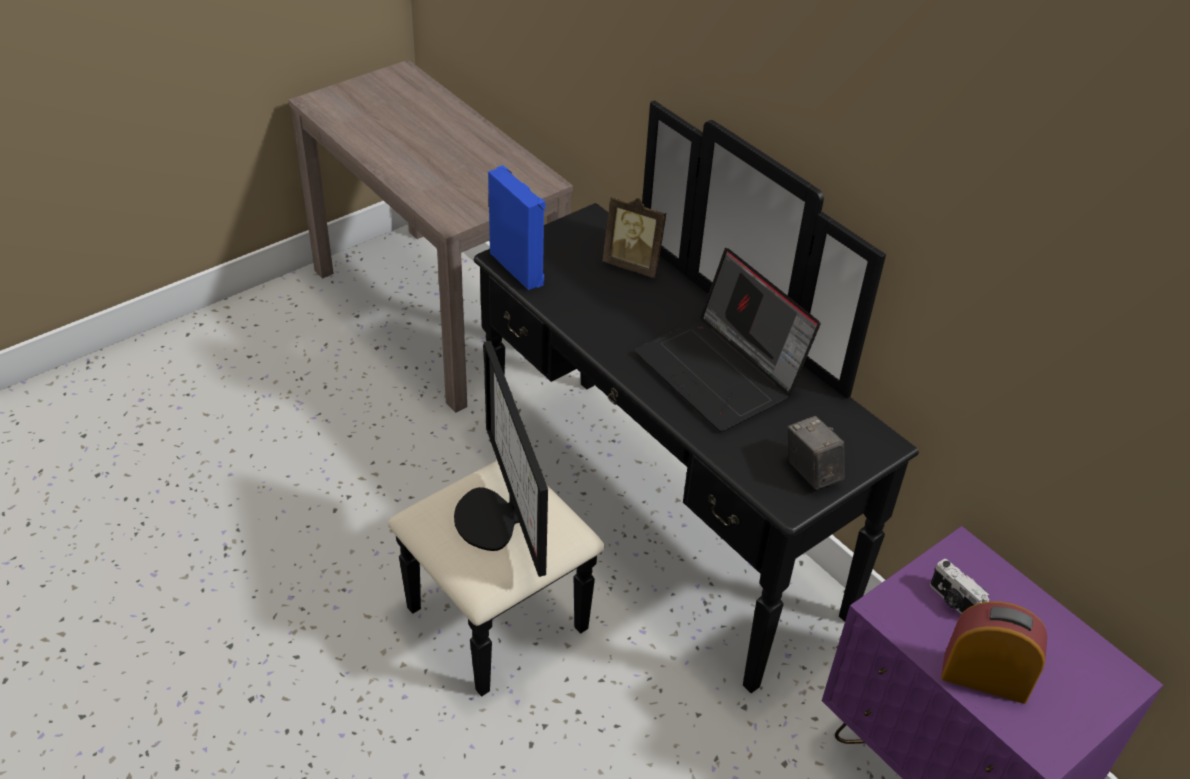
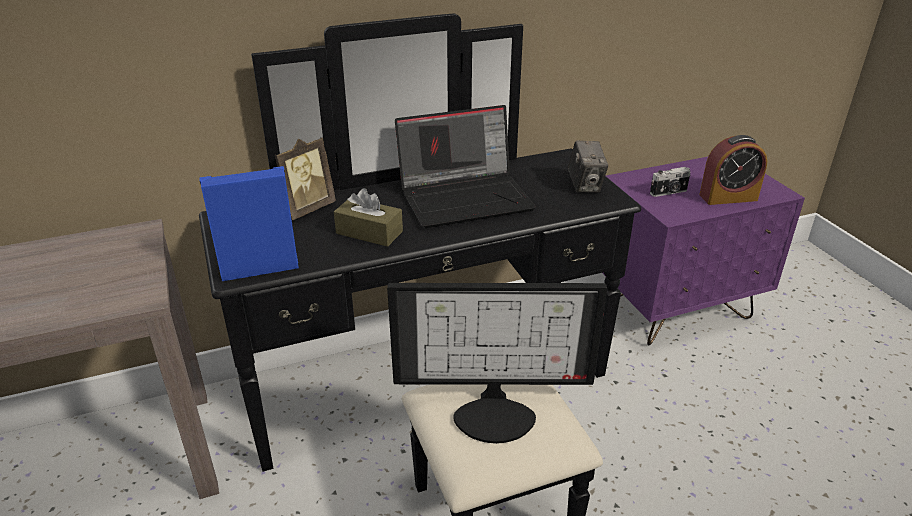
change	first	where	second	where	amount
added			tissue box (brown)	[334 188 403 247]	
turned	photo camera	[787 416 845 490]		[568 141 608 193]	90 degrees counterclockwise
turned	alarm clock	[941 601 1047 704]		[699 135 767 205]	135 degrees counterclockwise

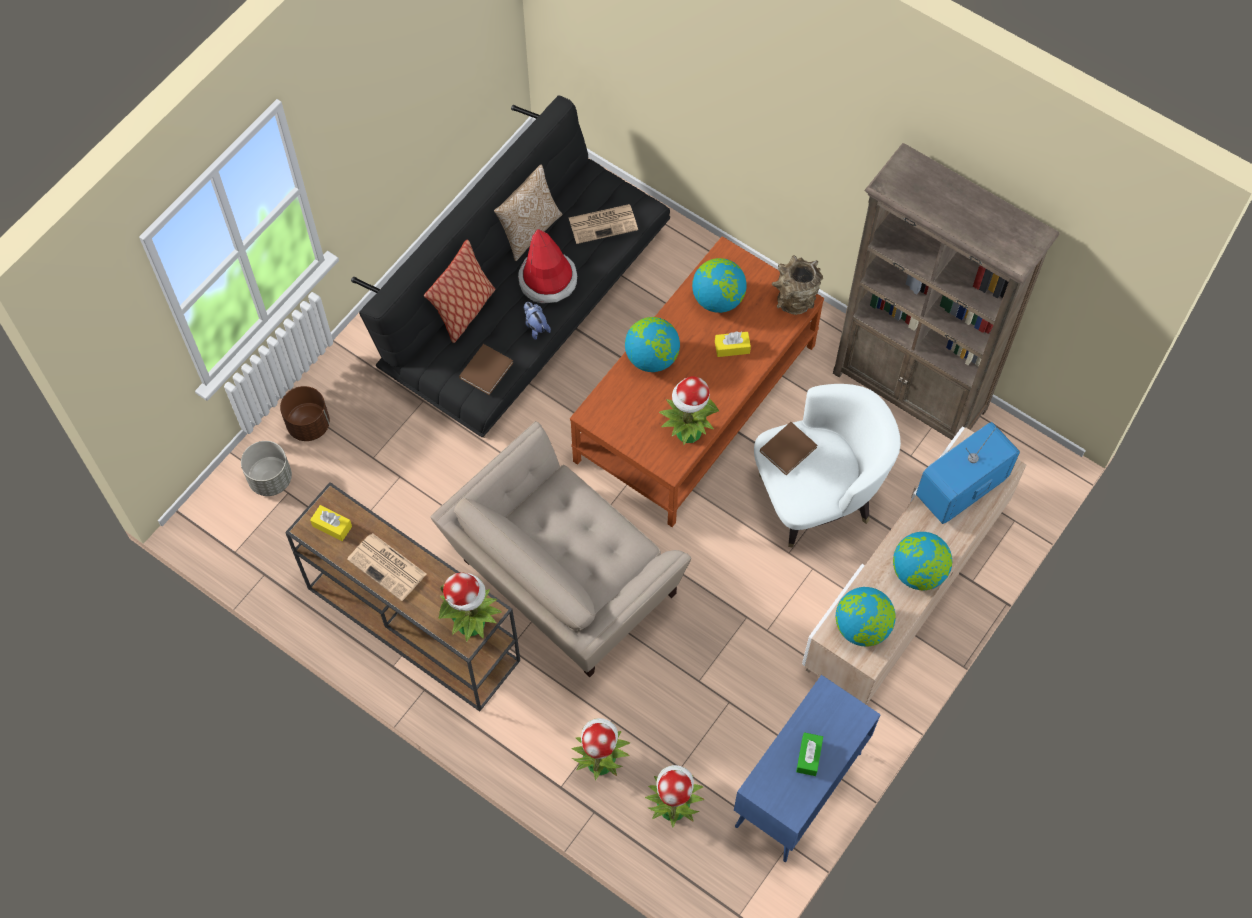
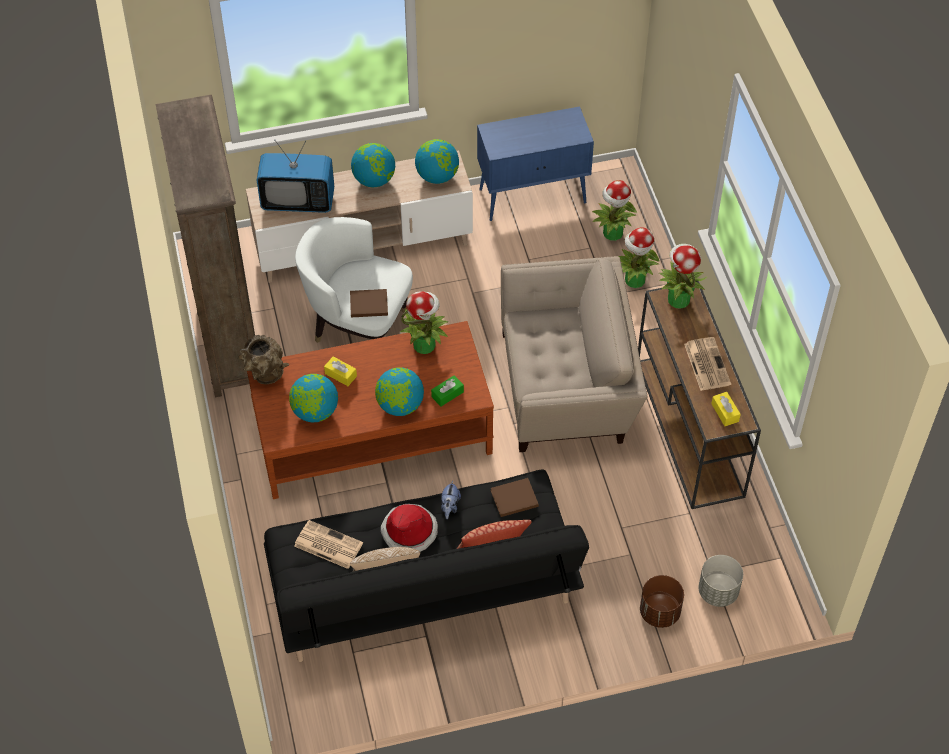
change	first	where	second	where	amount
moved	tissue box (green)	[796 732 823 776]		[431 375 464 407]	

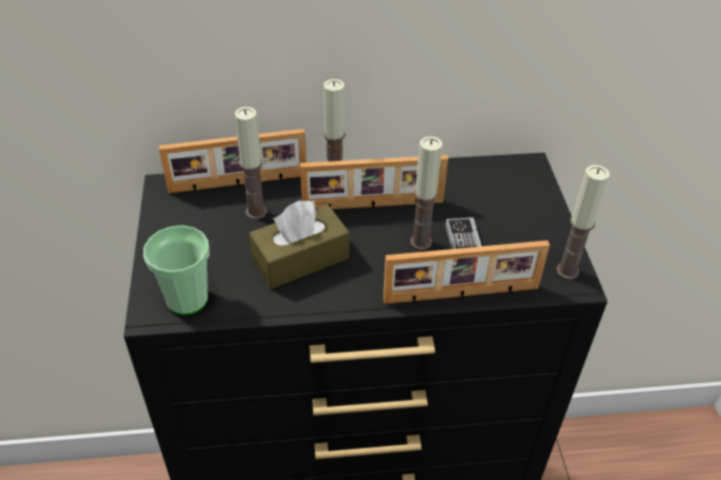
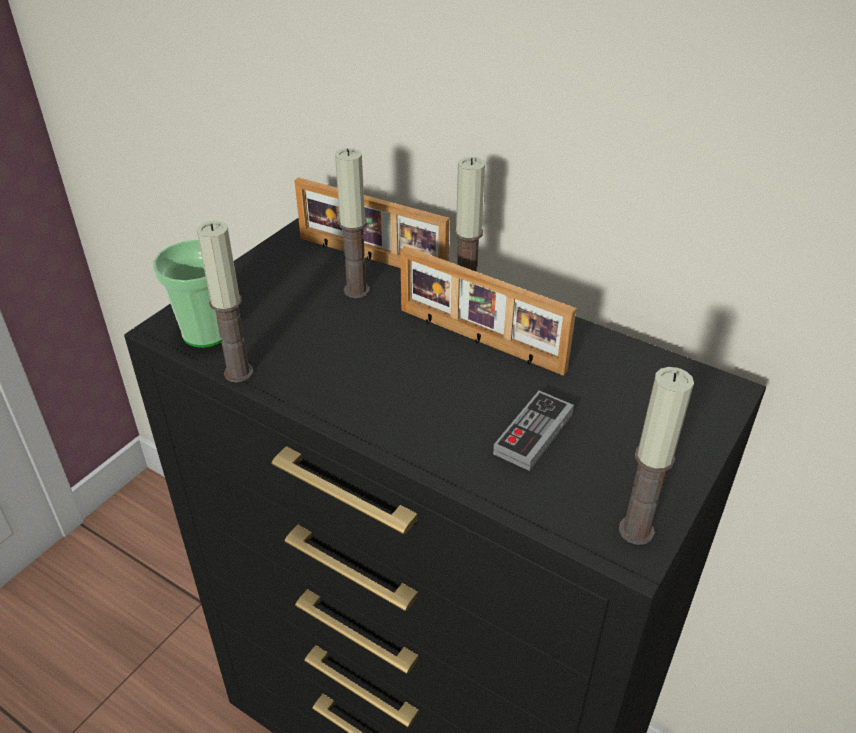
change	first	where	second	where	amount
moved	wax candle	[410 136 442 250]		[197 221 253 383]	
removed	tissue box (brown)	[249 200 349 289]			
removed	standing frame	[383 240 550 304]			

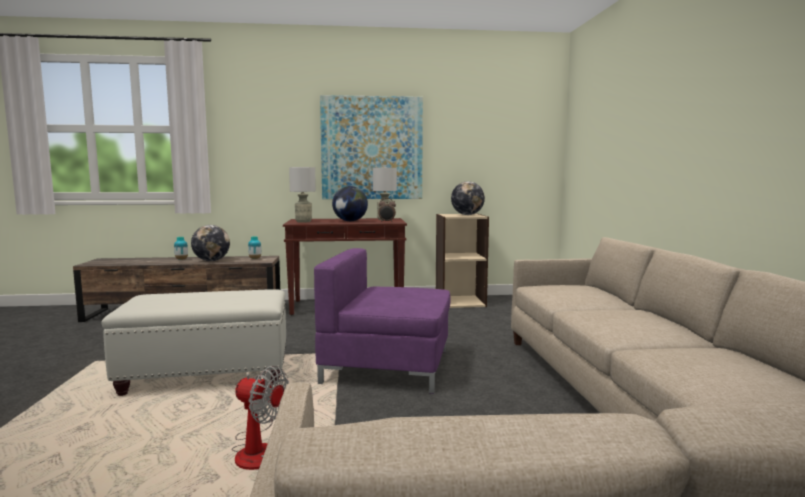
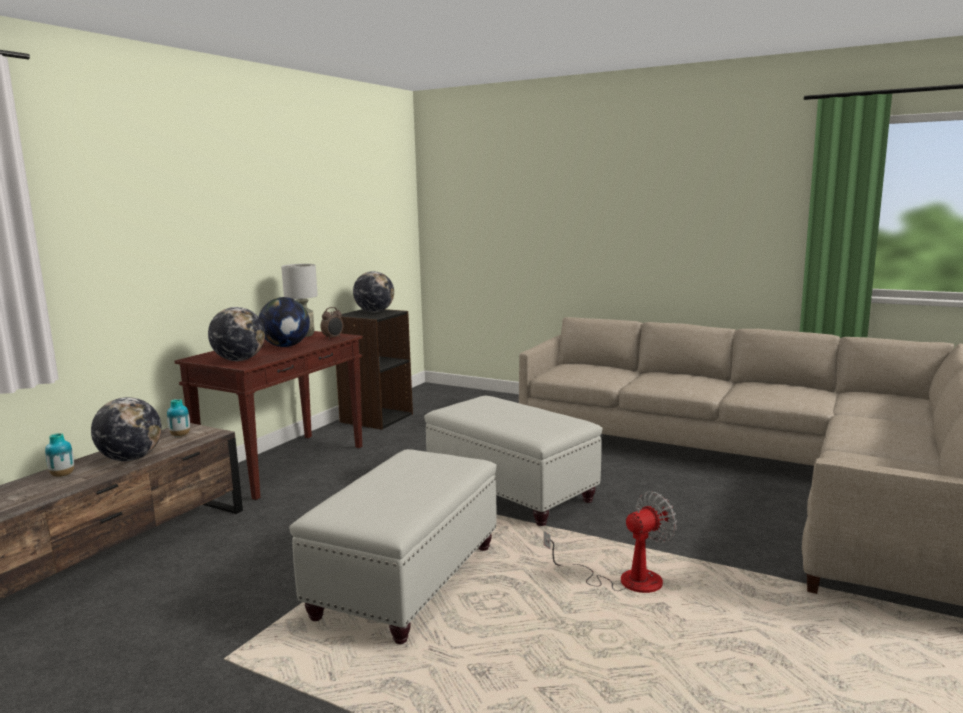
change	first	where	second	where	amount
replaced	tabletop lamp (greyish)	[289 167 316 223]	desk globe	[208 307 265 361]	
recoloured	bookcase (beige-coloured)	[436 214 489 308]	bookcase (blackish)	[336 309 413 430]	
replaced	easy chair (purple)	[314 248 451 394]	pouffe (whitish)	[424 396 602 526]	
removed	picture	[320 95 423 199]			

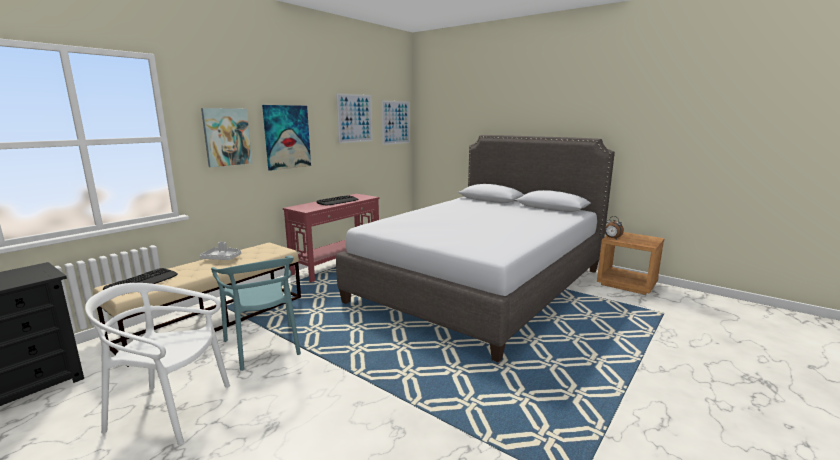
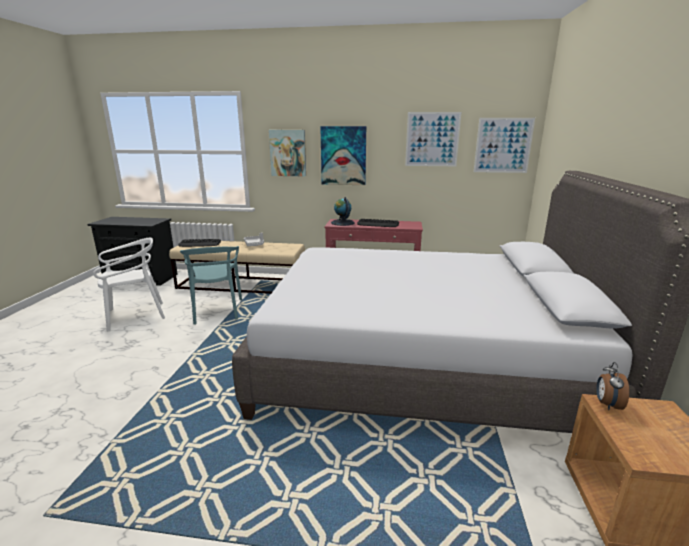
change	first	where	second	where	amount
turned	upright chair (whitish)	[85 283 230 445]		[93 238 165 331]	90 degrees clockwise
turned	upright chair (blue-green)	[211 255 301 371]		[180 246 242 325]	45 degrees counterclockwise
added			desk globe	[331 197 355 226]	

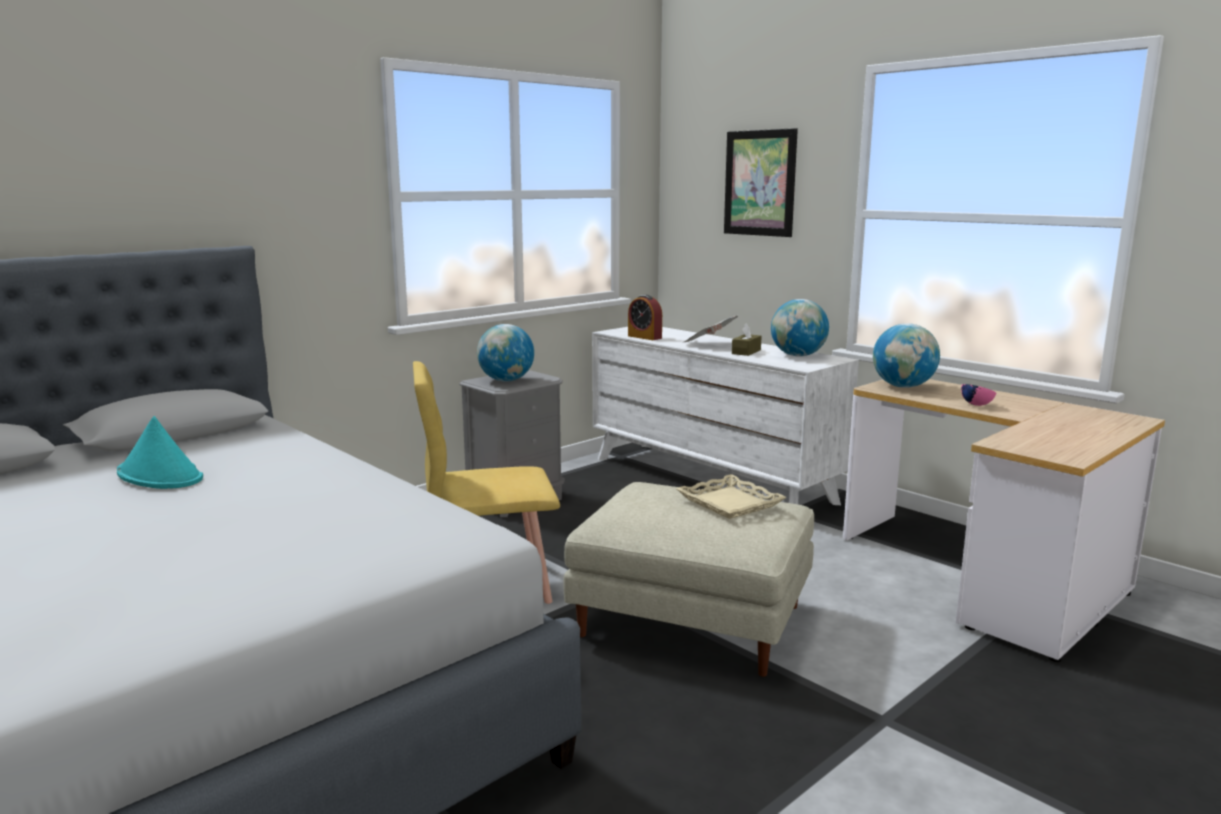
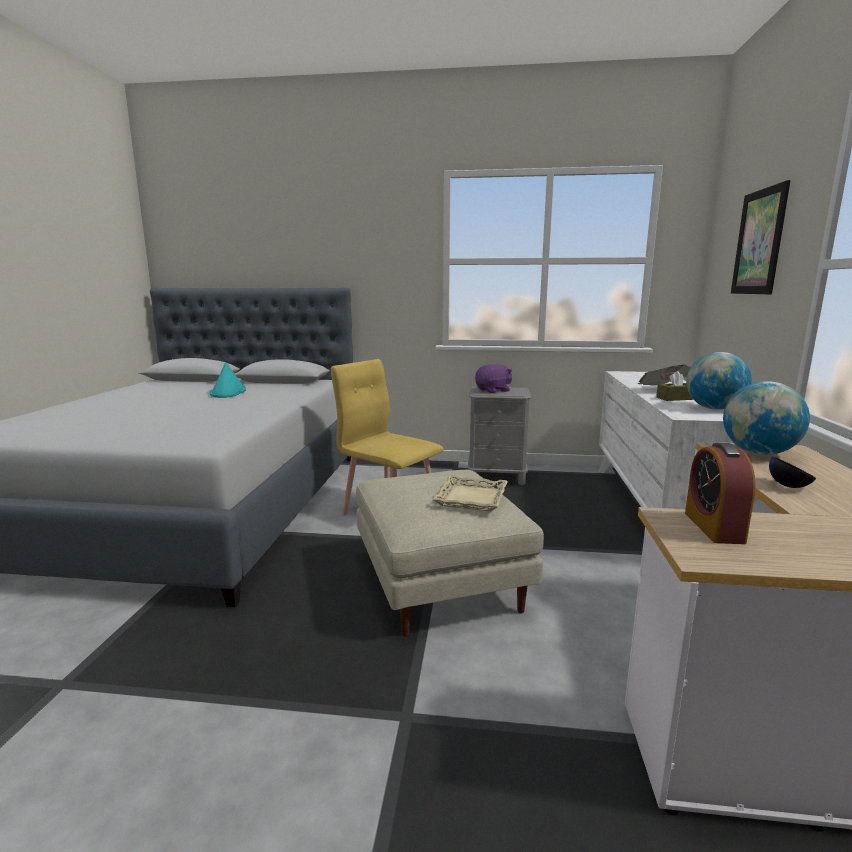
change	first	where	second	where	amount
replaced	desk globe	[477 324 534 382]	cuddly toy (purple)	[475 364 512 393]	
moved	alarm clock	[628 295 662 340]		[685 443 756 544]	
recoloured	bowl (pinkish)	[961 384 996 406]	bowl (blackish)	[769 456 816 488]	

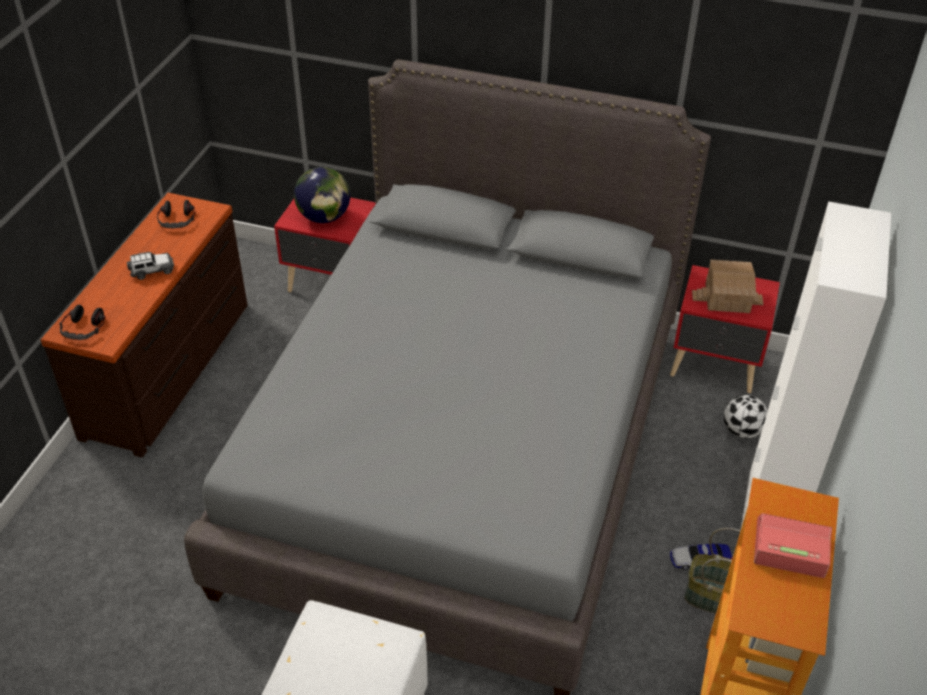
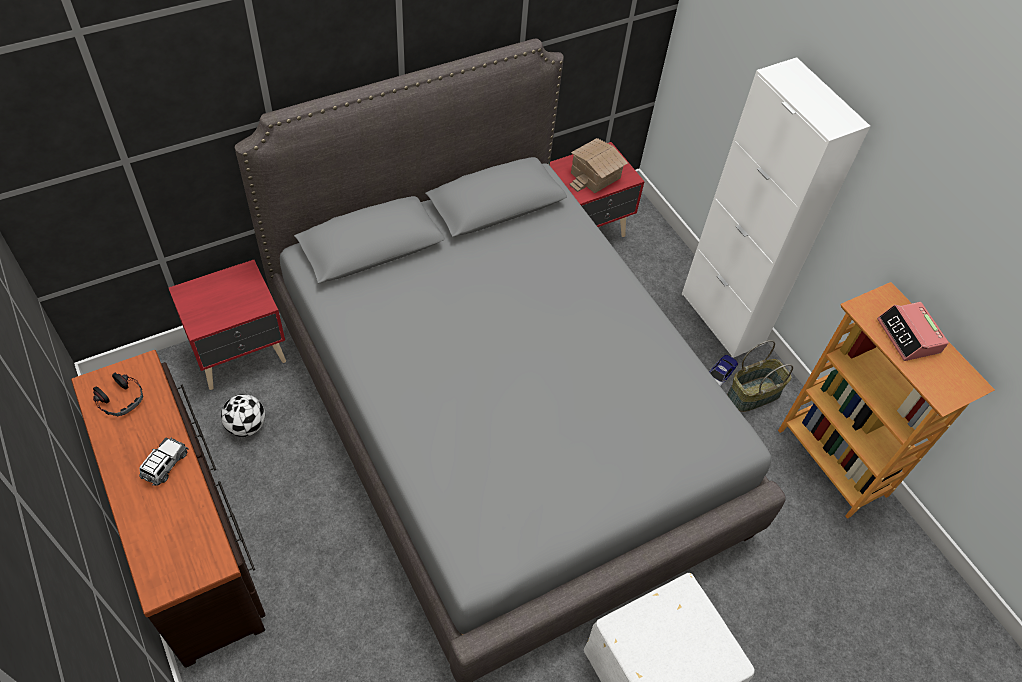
change	first	where	second	where	amount
moved	football ball	[724 395 768 439]		[221 394 265 437]	
turned	alarm clock	[754 513 832 578]		[877 302 949 361]	75 degrees counterclockwise
removed	headphones	[60 305 106 340]			
removed	desk globe	[294 167 350 223]			

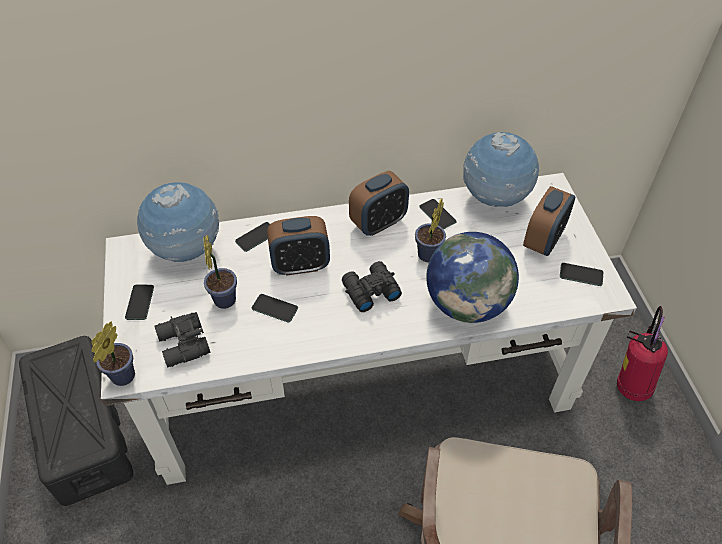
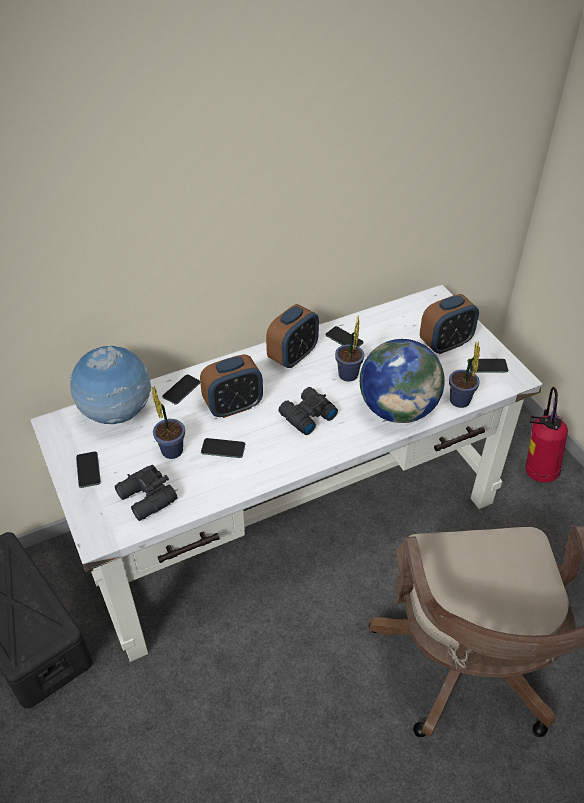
change	first	where	second	where	amount
turned	alarm clock	[523 186 575 256]		[420 294 479 354]	45 degrees clockwise
moved	potted plant	[91 322 135 386]		[449 341 480 408]	
removed	desk globe	[463 132 539 207]			

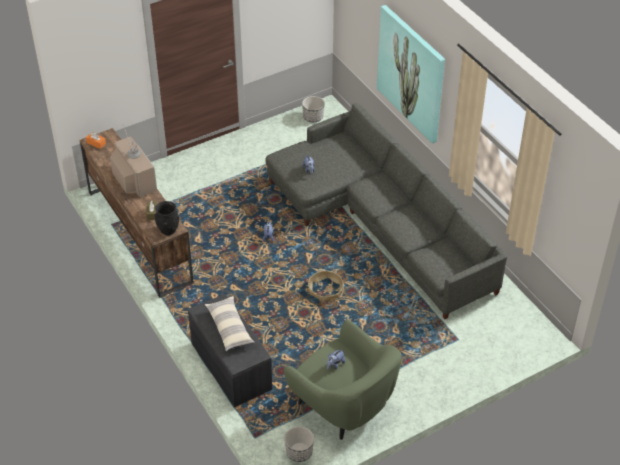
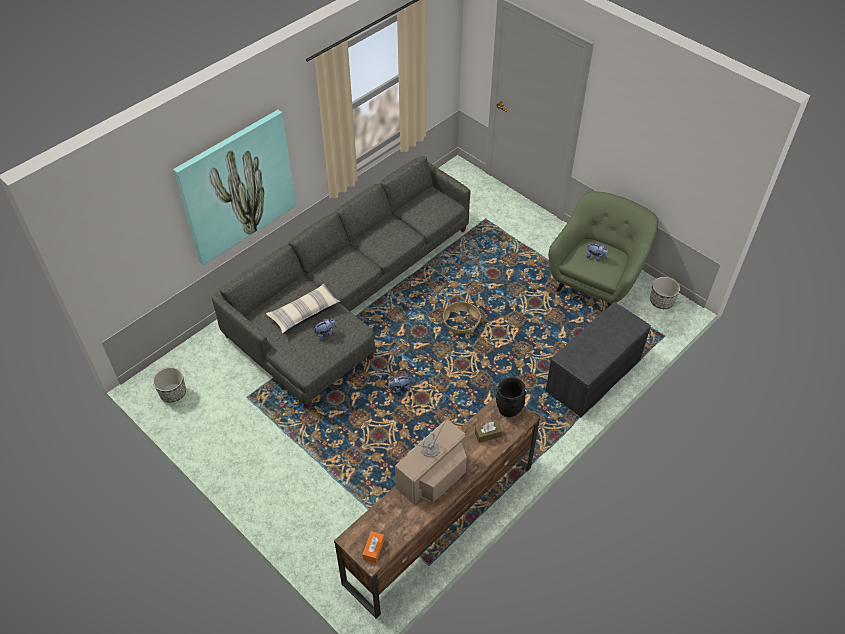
change	first	where	second	where	amount
moved	cushion	[204 296 255 351]		[266 284 341 334]	

